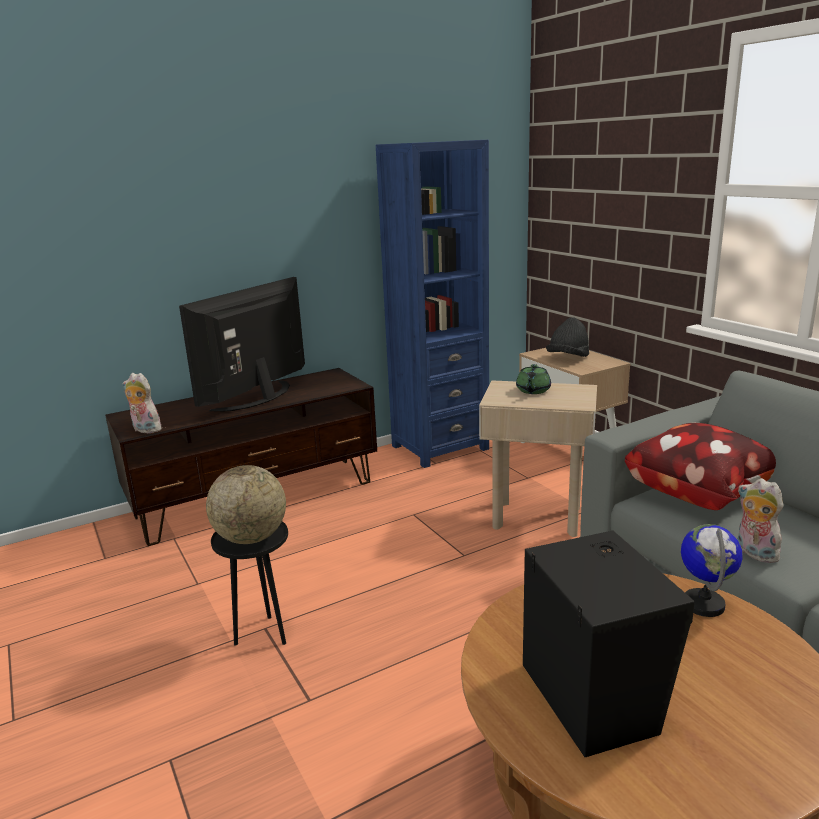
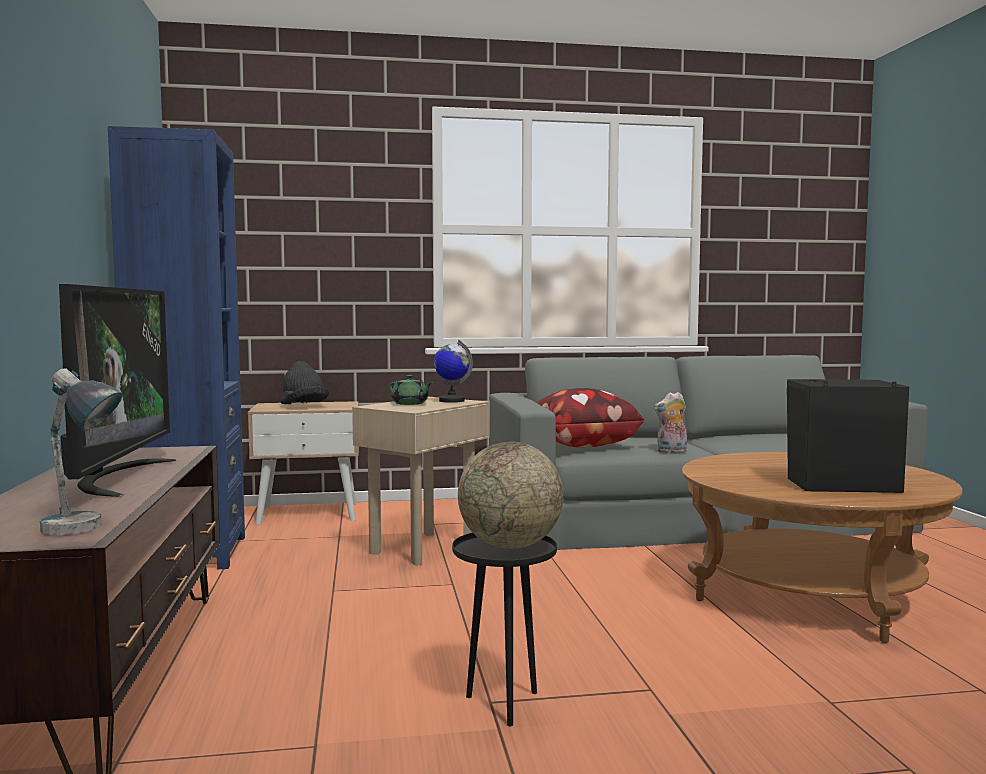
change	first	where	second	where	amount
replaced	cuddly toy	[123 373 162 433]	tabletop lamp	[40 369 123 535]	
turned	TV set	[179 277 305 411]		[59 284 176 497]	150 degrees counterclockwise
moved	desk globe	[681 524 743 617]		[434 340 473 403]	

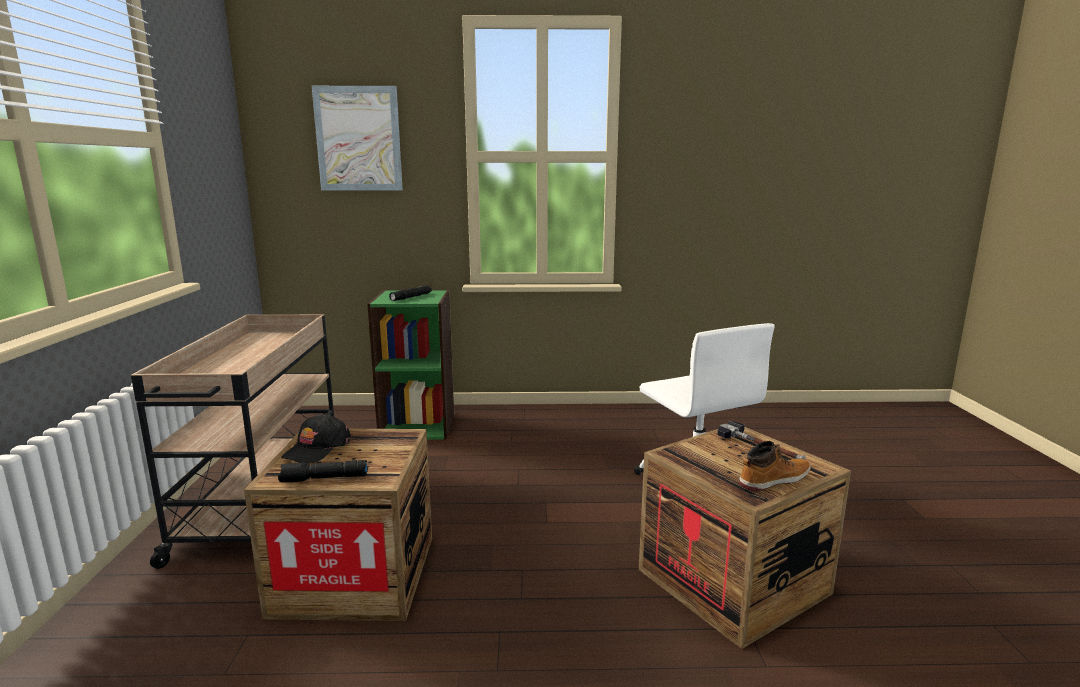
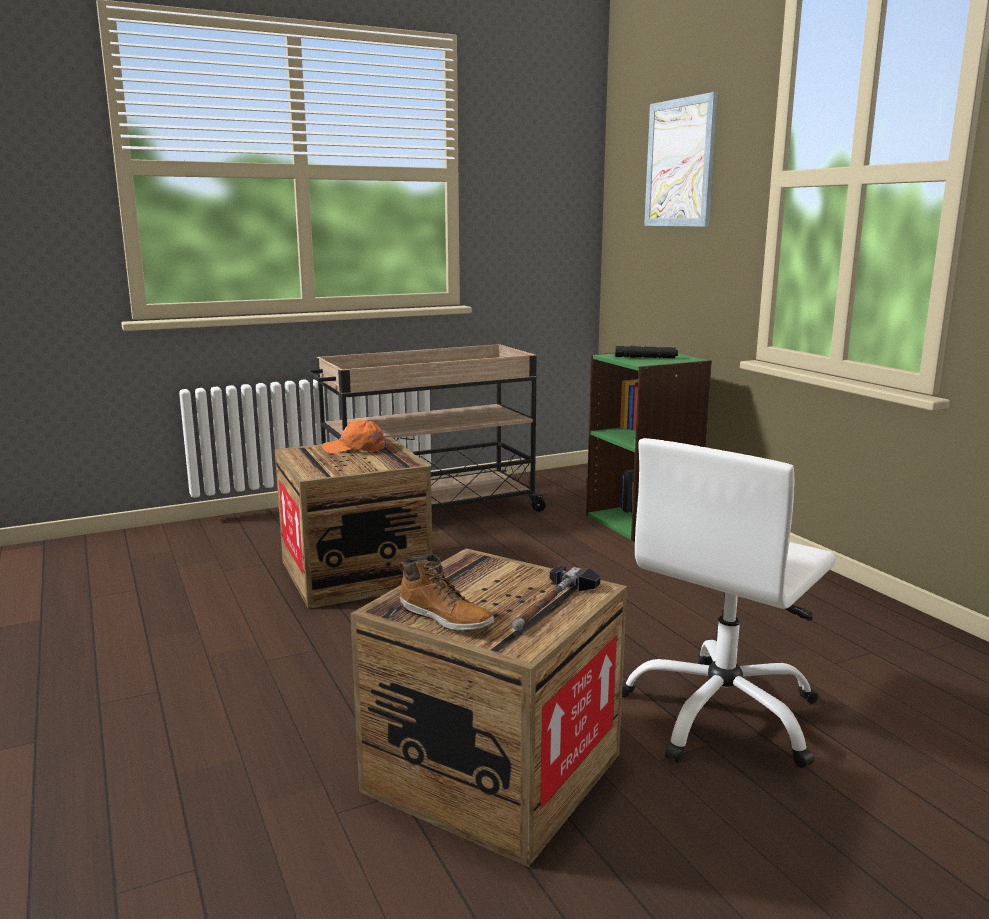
change	first	where	second	where	amount
recoloured	baseball cap (blackish)	[281 414 351 464]	baseball cap (orange-coloured)	[322 420 387 453]	
removed	hand torch (blackish)	[278 460 368 482]			

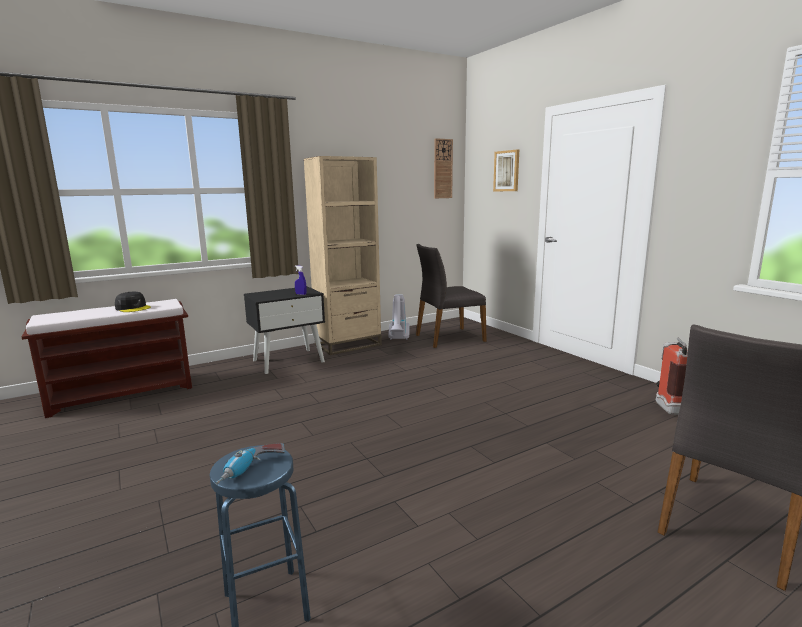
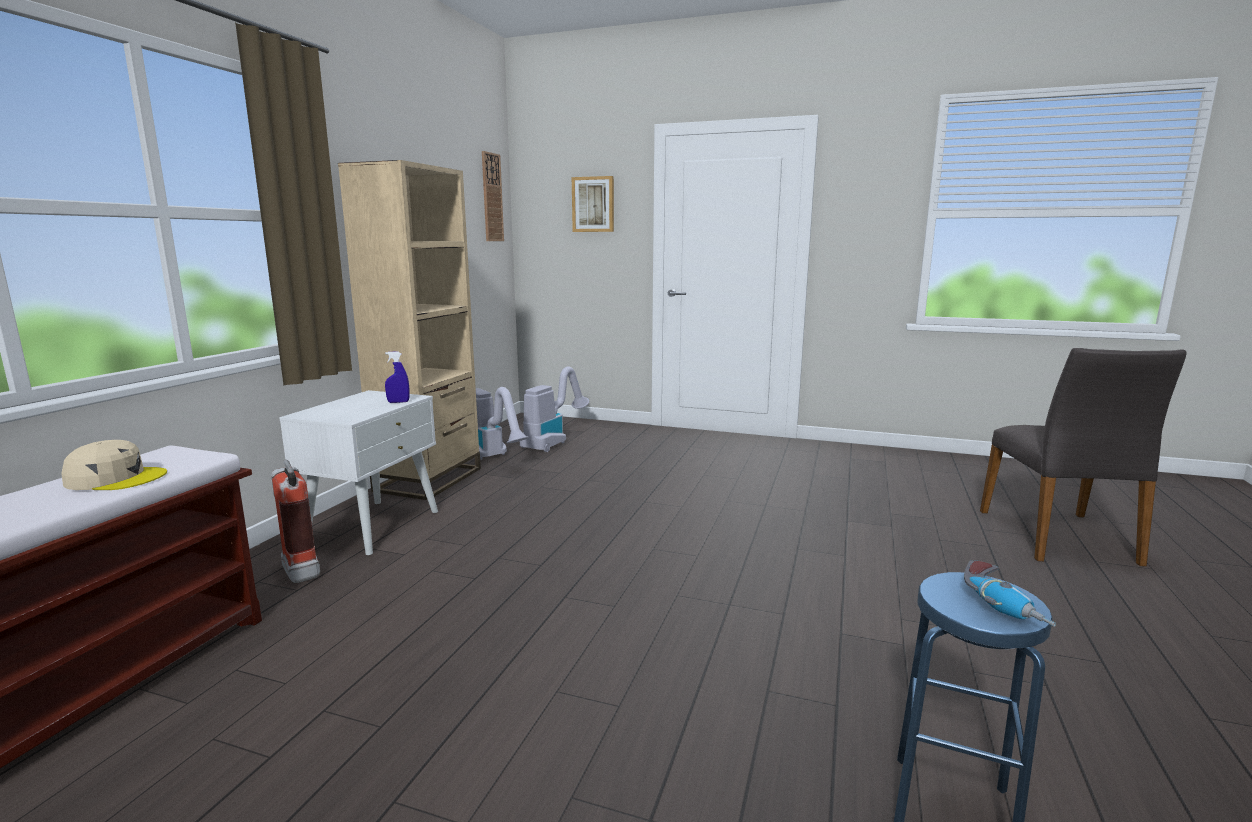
change	first	where	second	where	amount
recoloured	baseball cap (blackish)	[115 292 151 312]	baseball cap (beige-coloured)	[61 440 167 490]	
moved	extinguisher	[656 338 688 415]		[271 460 320 583]	
recoloured	night table (blackish)	[244 286 325 374]	night table (whitish)	[279 390 438 555]	
replaced	upright chair (greyish)	[416 244 487 348]	vacuum cleaner	[520 367 589 452]	

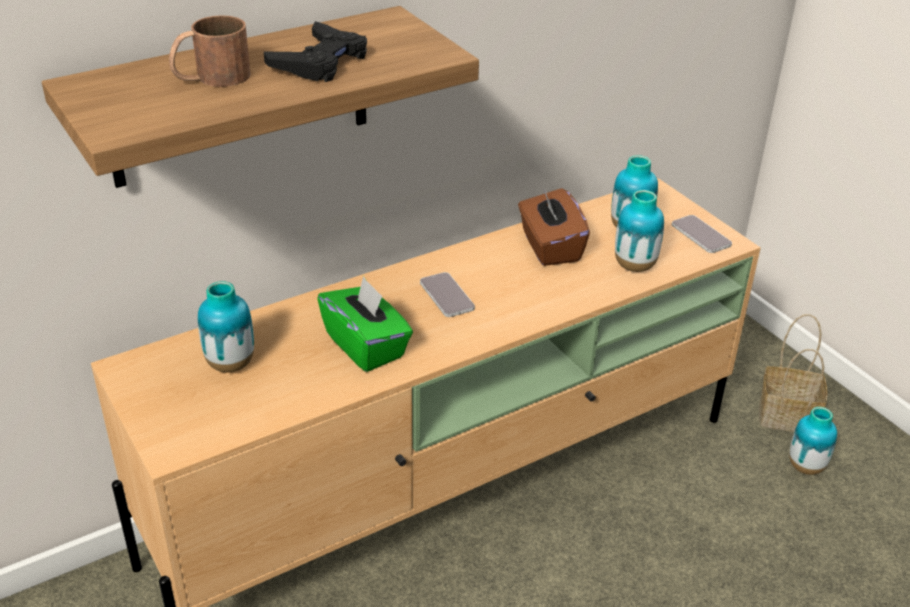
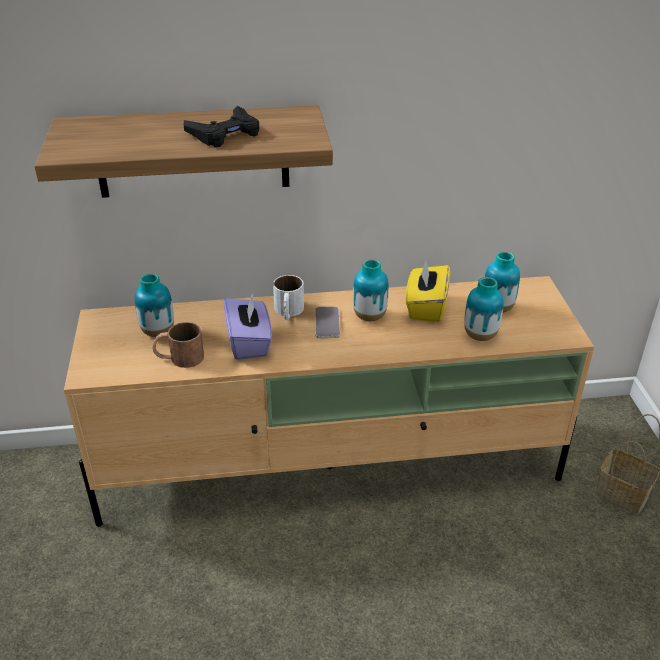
change	first	where	second	where	amount
moved	tea mug (brown)	[169 15 251 87]		[152 322 204 368]	
recoloured	tissue box (green)	[317 276 413 372]	tissue box (purple)	[224 293 272 360]	
added			tea mug (whitish)	[273 275 304 320]	
moved	flower vase	[789 407 837 475]		[353 259 389 321]	
recoloured	tissue box (brown)	[518 188 590 266]	tissue box (yellowish)	[406 259 450 322]	
removed	telephone	[672 215 732 253]			

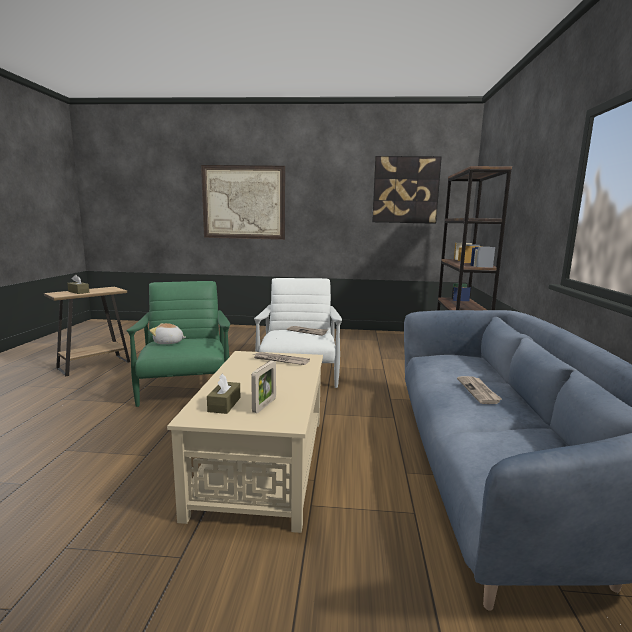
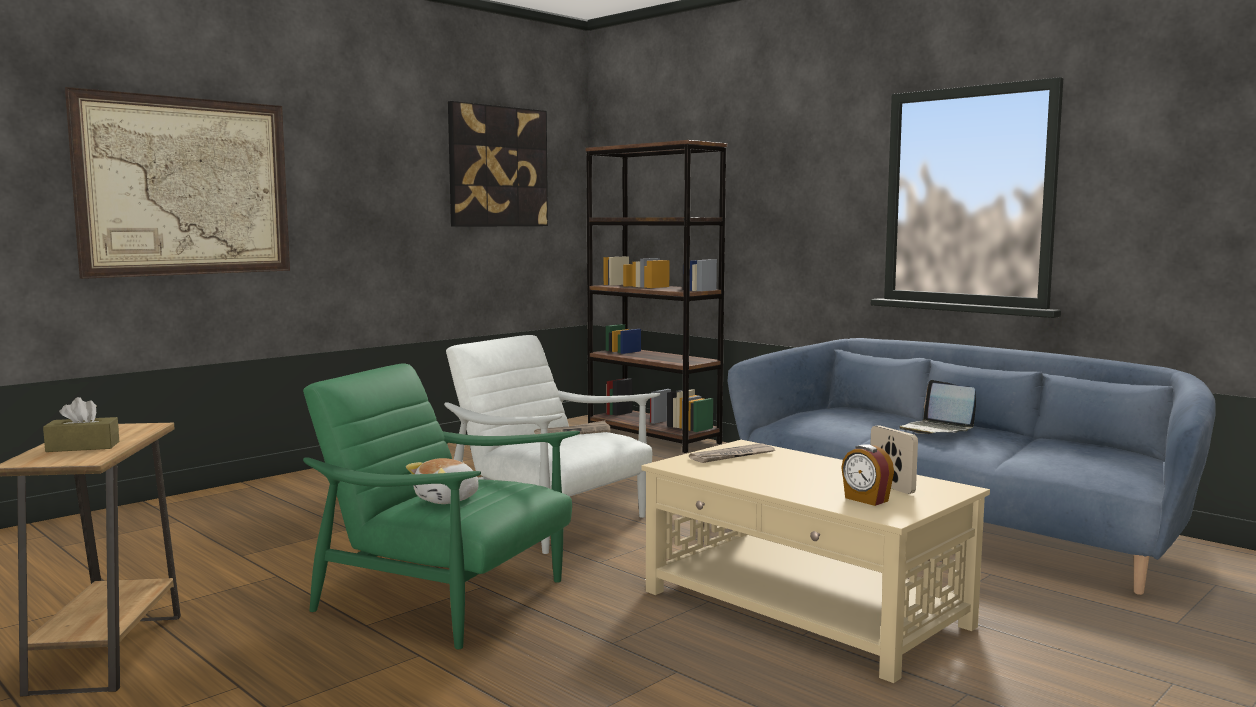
change	first	where	second	where	amount
replaced	tissue box (brown)	[207 374 240 414]	alarm clock	[841 444 894 506]	
replaced	printed paper	[457 376 502 404]	notebook computer	[899 380 976 434]	

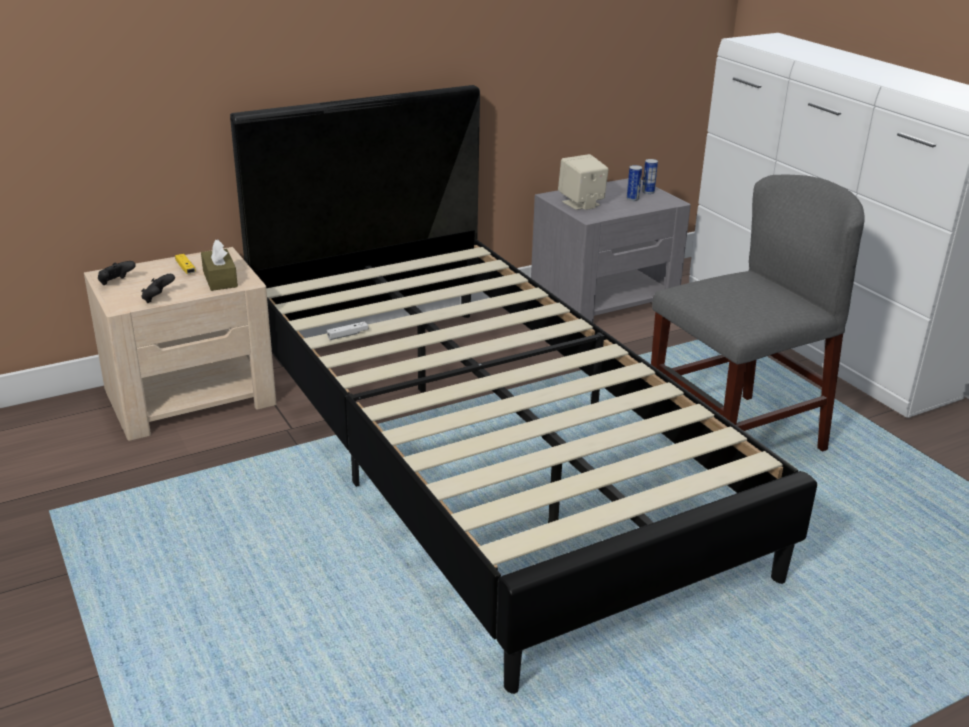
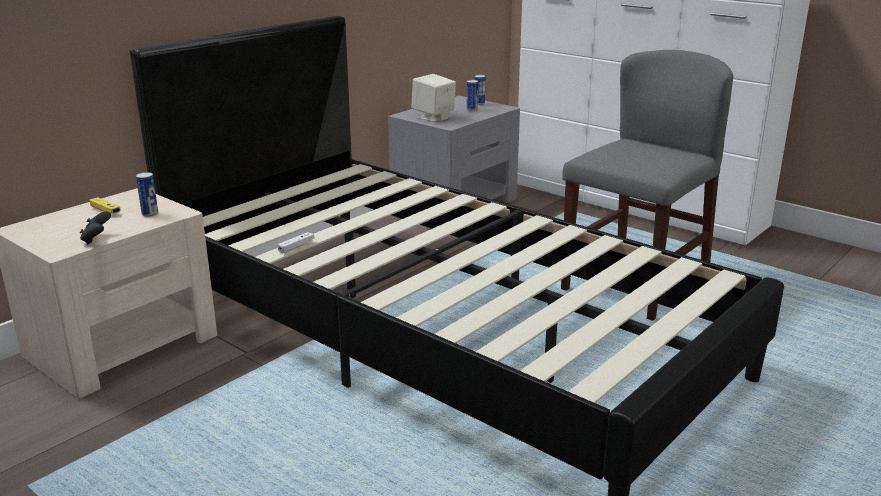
change	first	where	second	where	amount
replaced	tissue box (brown)	[201 240 238 291]	metal can	[136 172 158 217]	
removed	game controller (blackish)	[98 261 136 285]			

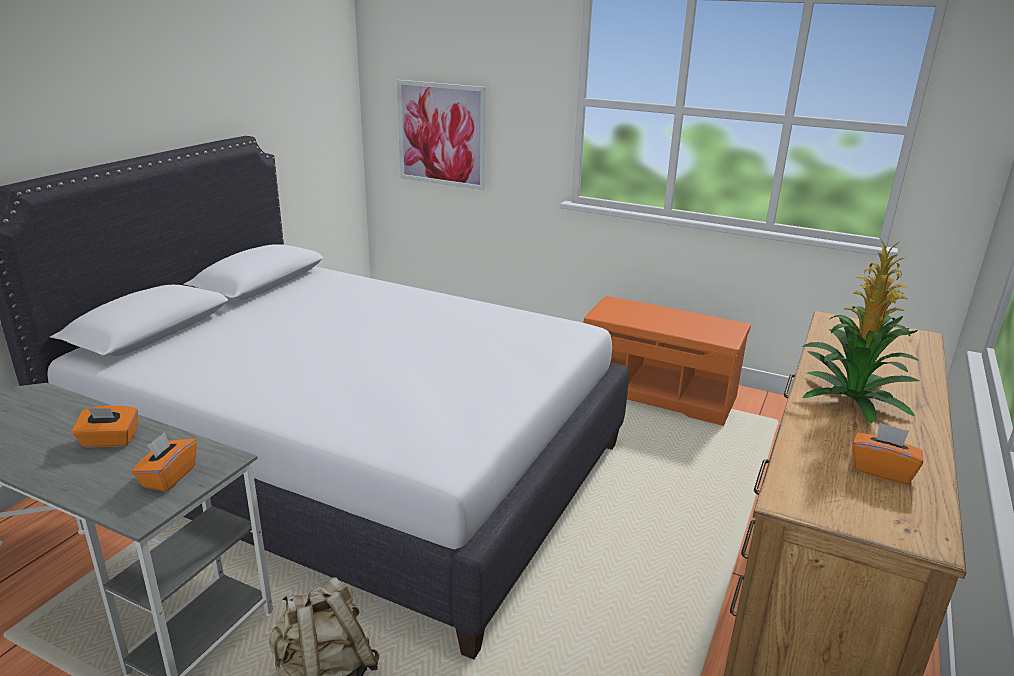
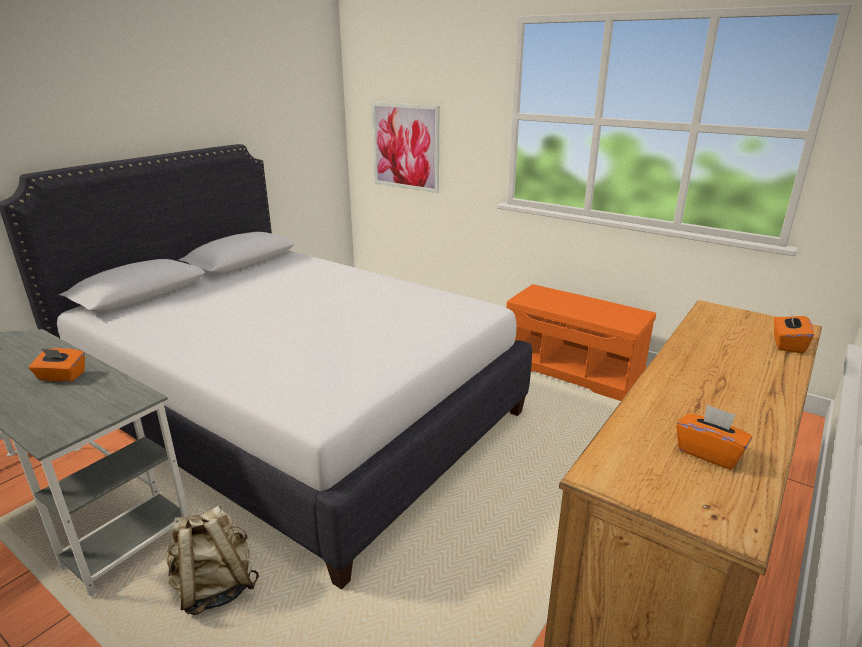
change	first	where	second	where	amount
moved	tissue box (orange-coloured)	[132 432 197 492]		[774 311 814 354]	
removed	potted plant	[802 239 919 424]			

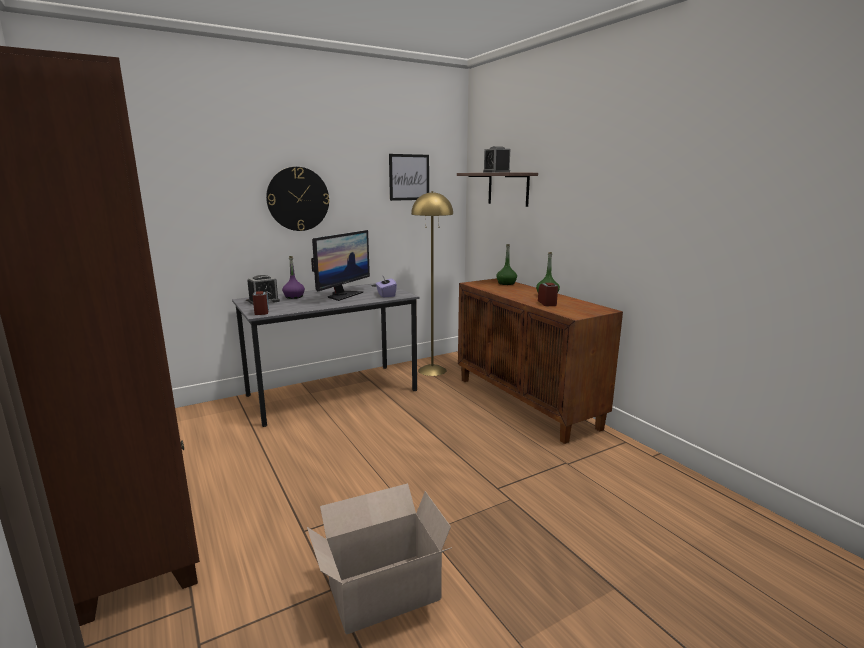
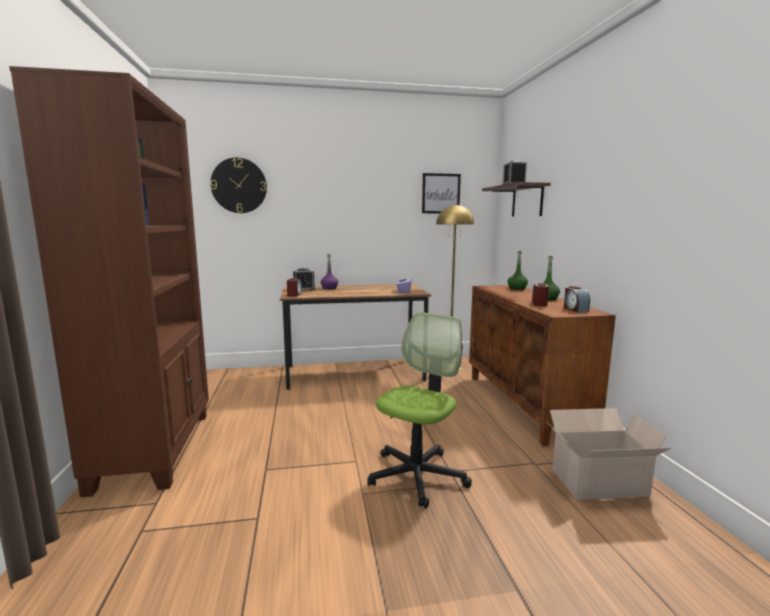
change	first	where	second	where	amount
moved	hanging clock	[266 167 329 231]		[211 158 267 213]	
recoloured	desk (greyish)	[232 283 420 427]	desk (brown)	[280 284 431 390]	
added			desk chair	[368 312 472 508]	
moved	packing box	[307 483 452 635]		[545 408 671 500]	
added			alarm clock	[564 286 590 312]	
removed	monitor	[311 230 370 301]			

